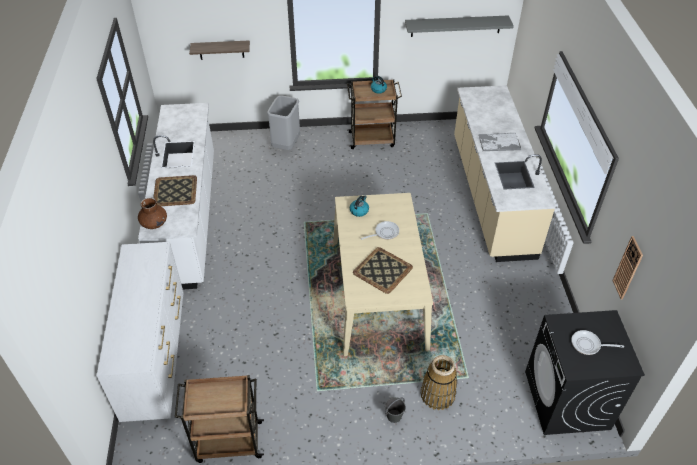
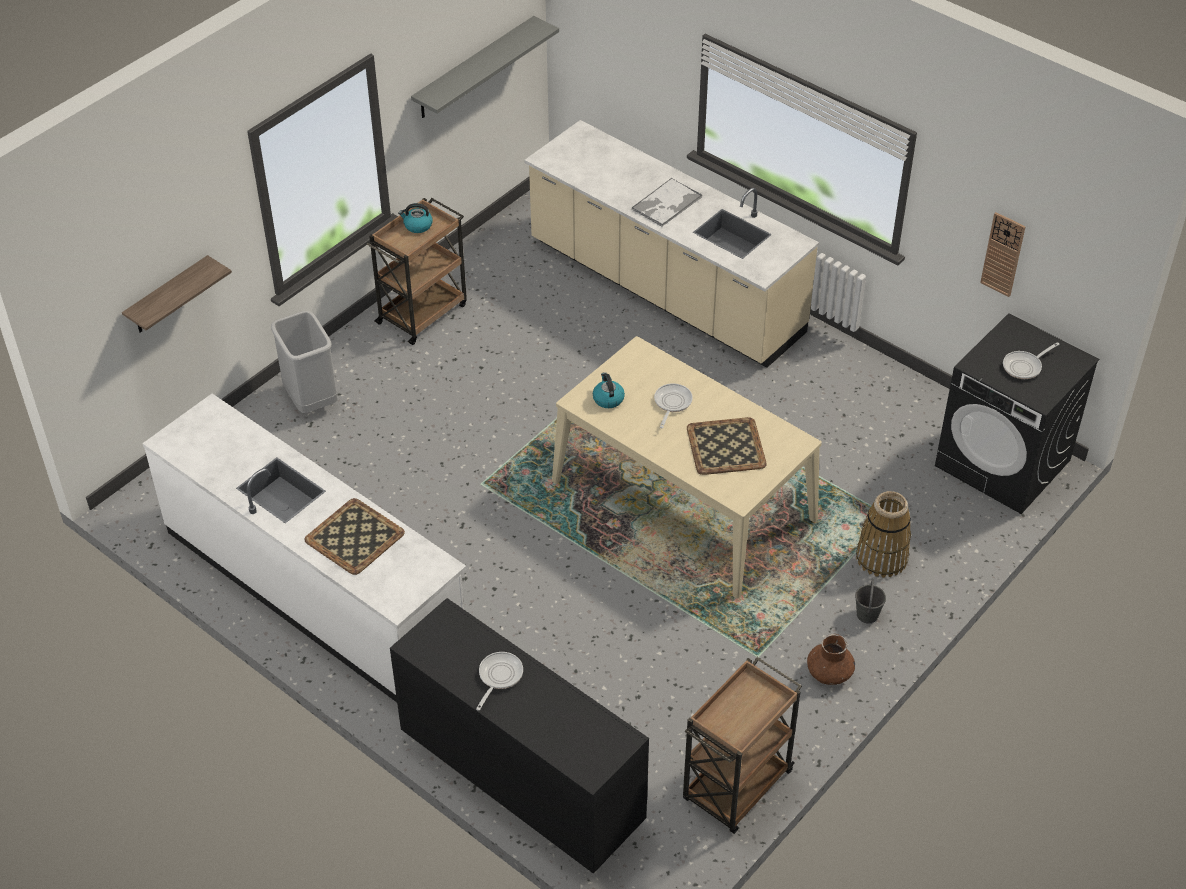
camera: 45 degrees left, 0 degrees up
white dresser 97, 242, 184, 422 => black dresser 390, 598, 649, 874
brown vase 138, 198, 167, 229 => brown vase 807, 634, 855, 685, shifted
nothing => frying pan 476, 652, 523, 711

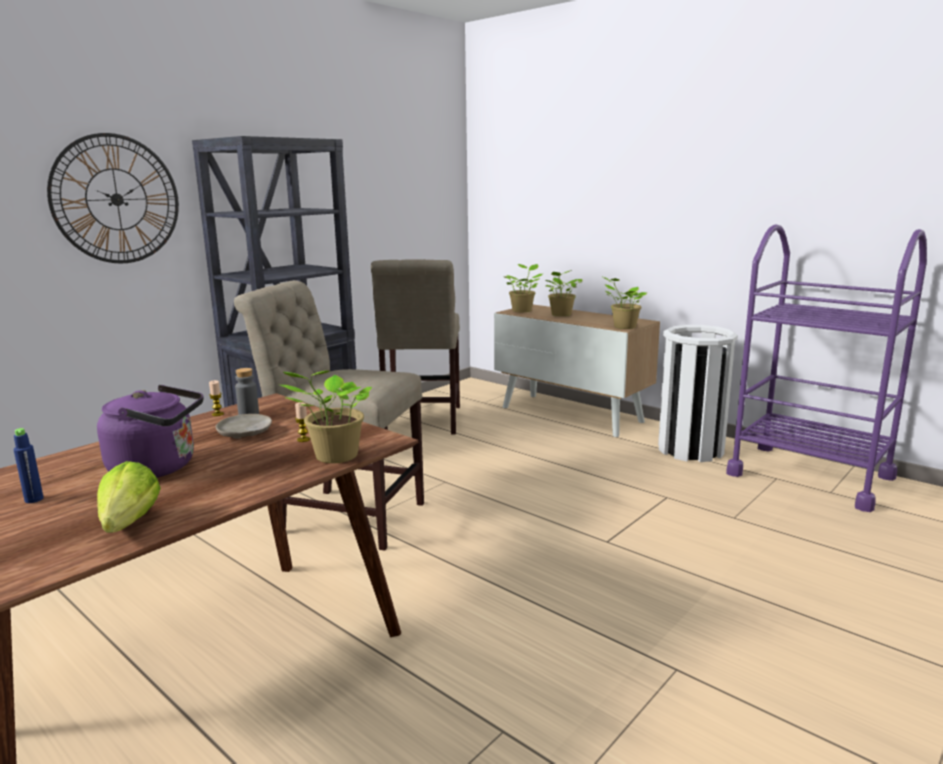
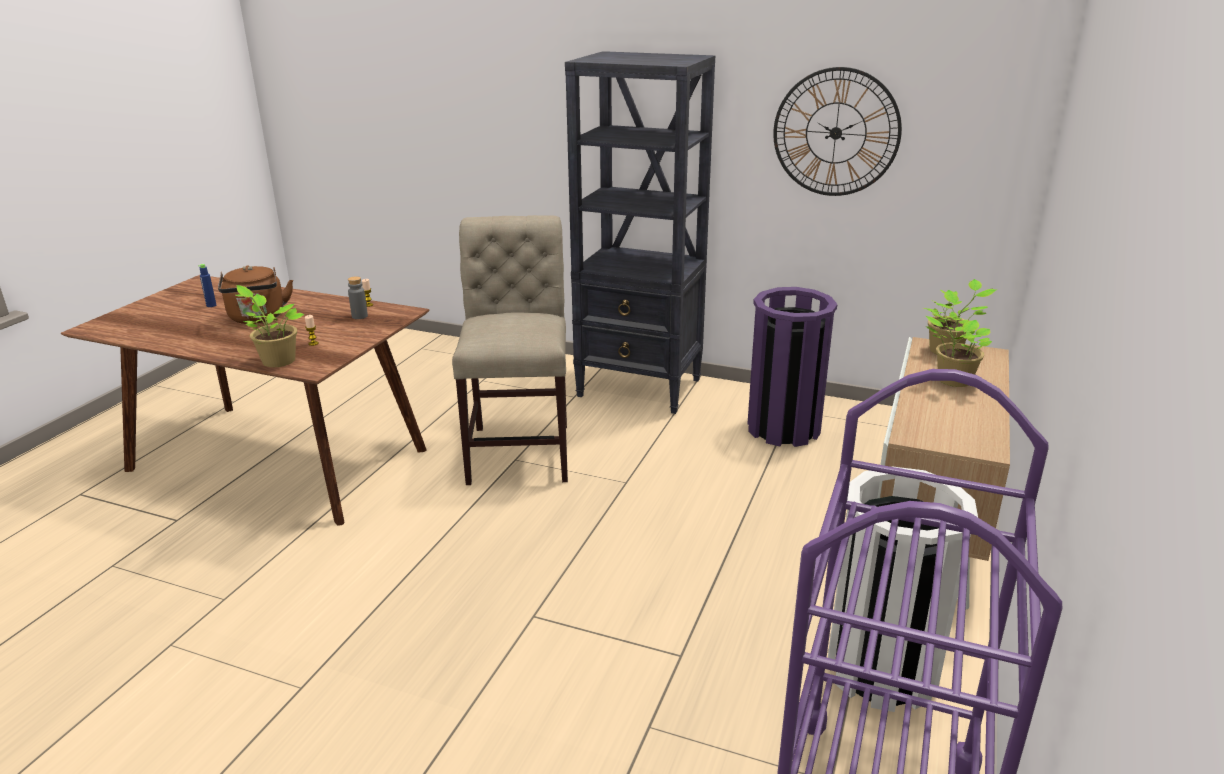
camera: 70 degrees right, 10 degrees up
wall clock 47, 133, 179, 263 => wall clock 773, 67, 902, 196, shifted
purple kettle 97, 385, 204, 478 => brown kettle 218, 265, 293, 324
lettuce 97, 461, 161, 533 => nothing
beige plate 216, 414, 272, 439 => nothing
beige chair 371, 259, 460, 434 => purple trash can 747, 287, 837, 447
potted plant 601, 276, 647, 329 => nothing

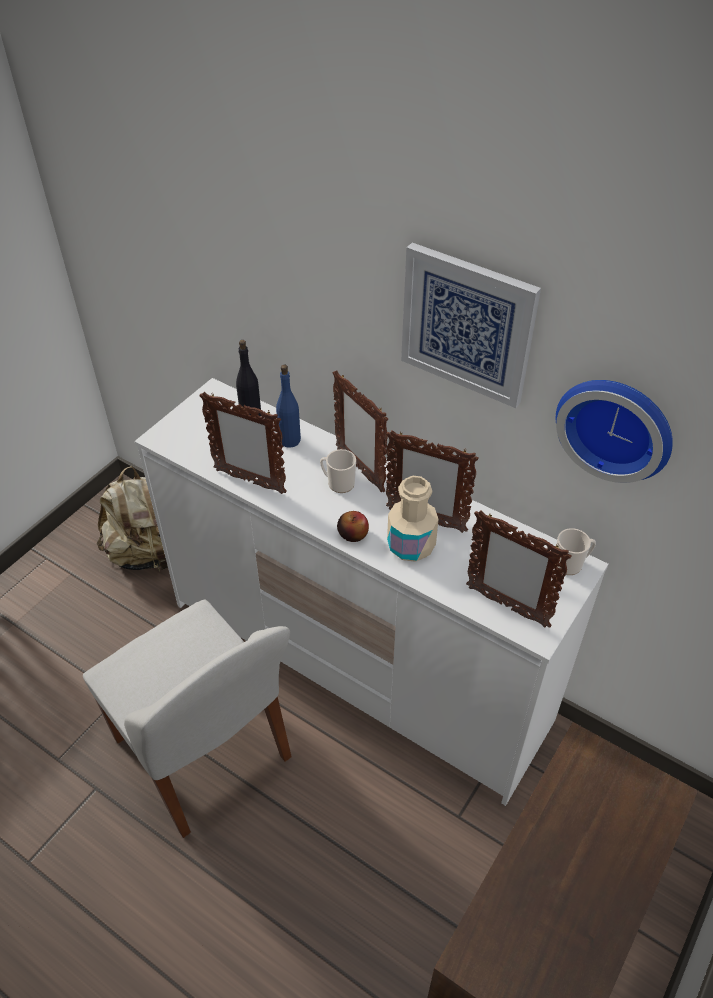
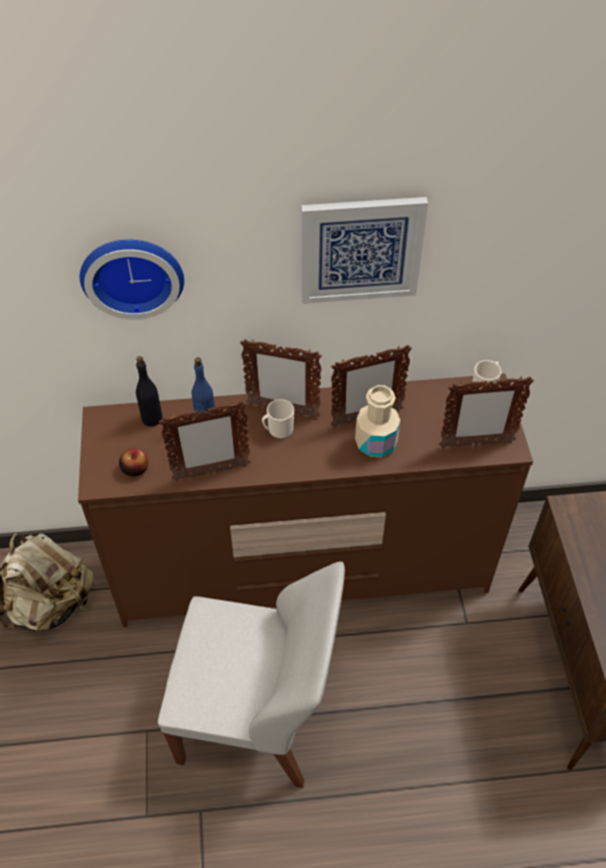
camera: 40 degrees left, 5 degrees up
white dresser 135, 378, 608, 806 => brown dresser 78, 373, 533, 627
apple 337, 511, 369, 542 => apple 119, 448, 148, 476, shifted
wall clock 556, 380, 673, 483 => wall clock 80, 240, 184, 320, shifted

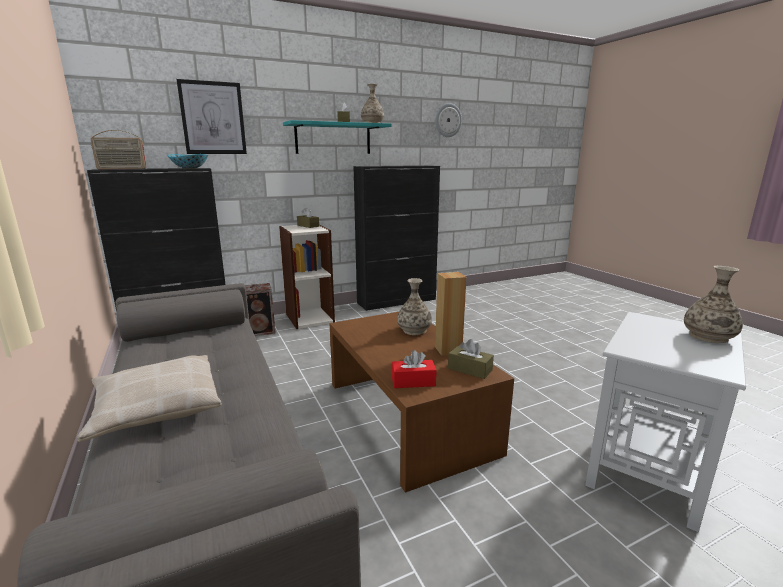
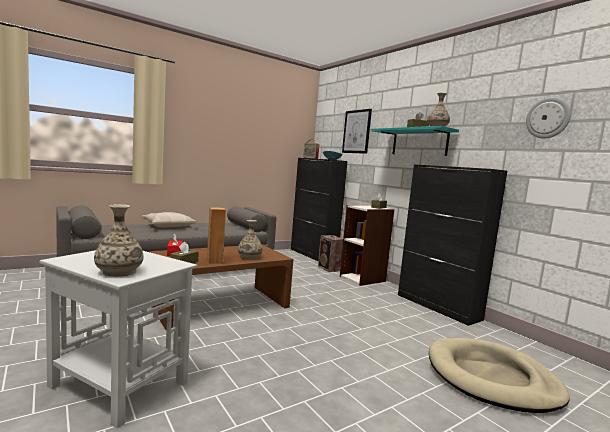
camera: 80 degrees right, 10 degrees down
nothing => beige dog bed 429, 338, 570, 413

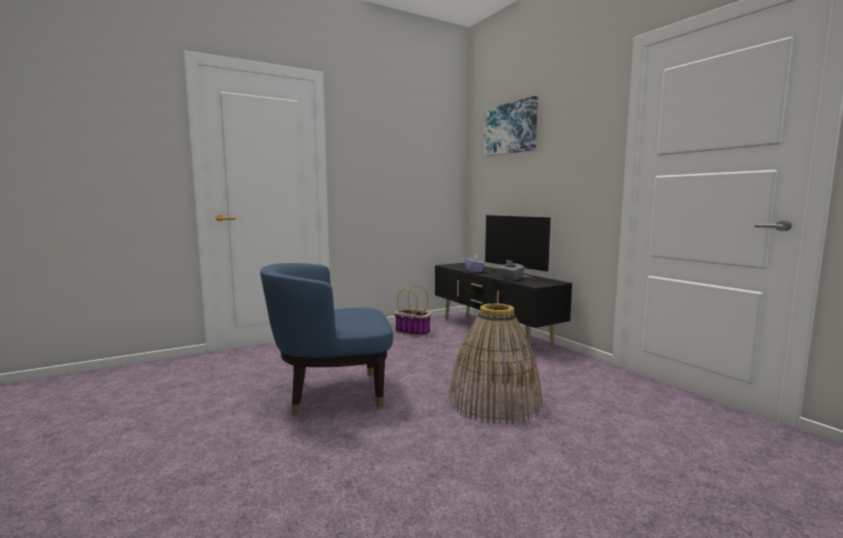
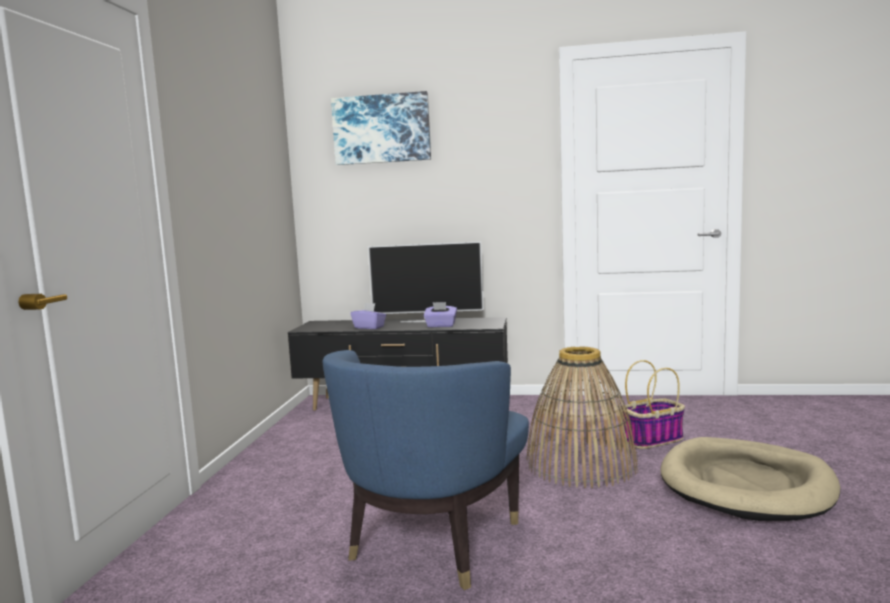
camera: 50 degrees left, 0 degrees up
basket 395, 285, 431, 337 => basket 622, 360, 685, 449, shifted
grey tissue box 497, 259, 525, 280 => purple tissue box 424, 302, 457, 327
nothing => beige dog bed 660, 437, 840, 521

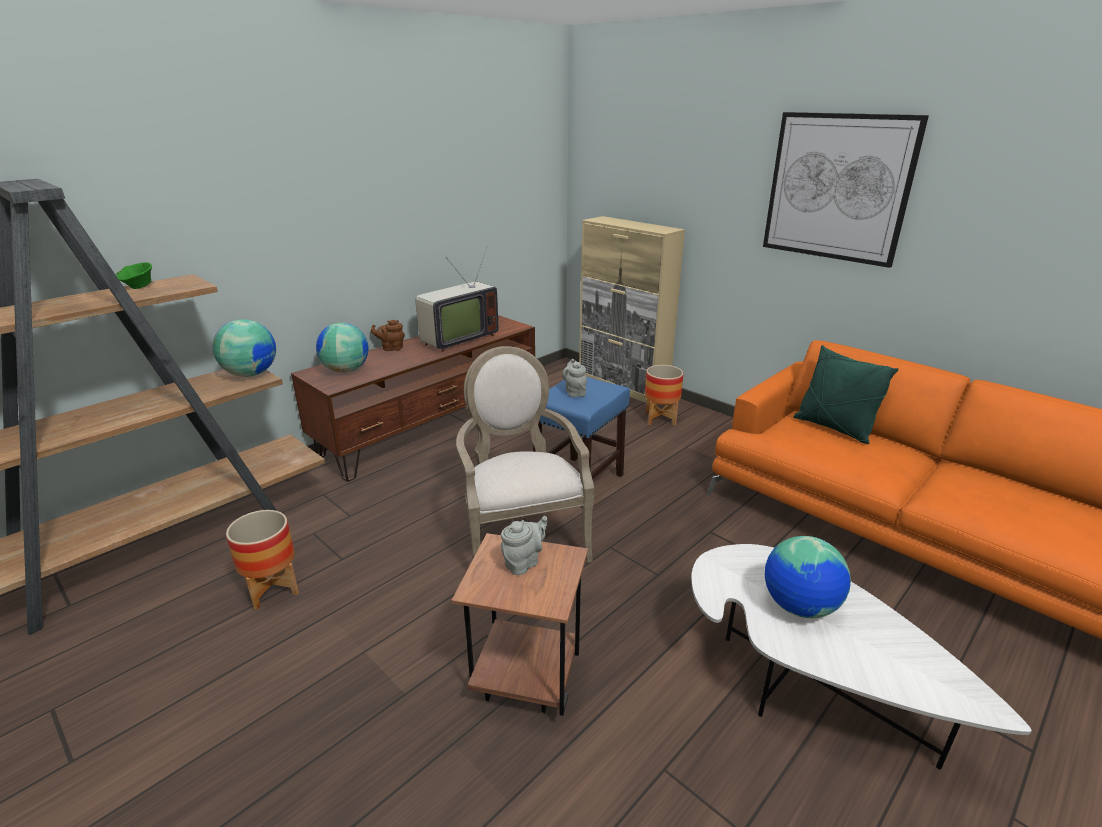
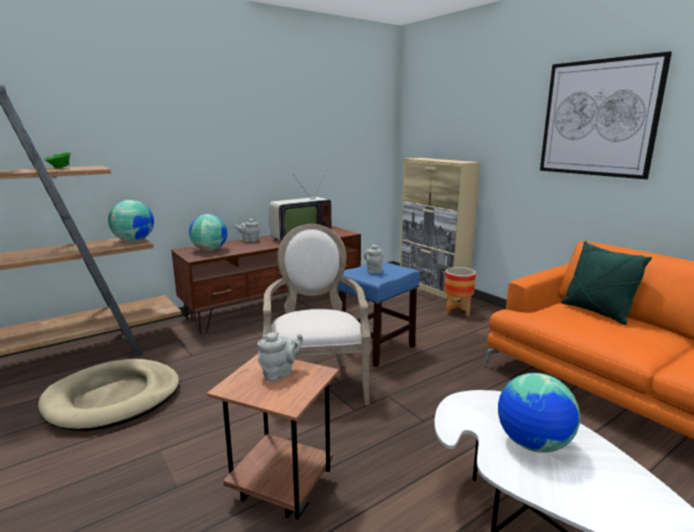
camera: 10 degrees right, 10 degrees down
planter 226, 510, 299, 610 => beige dog bed 38, 359, 180, 431
brown teapot 371, 320, 405, 351 => grey teapot 235, 219, 259, 242

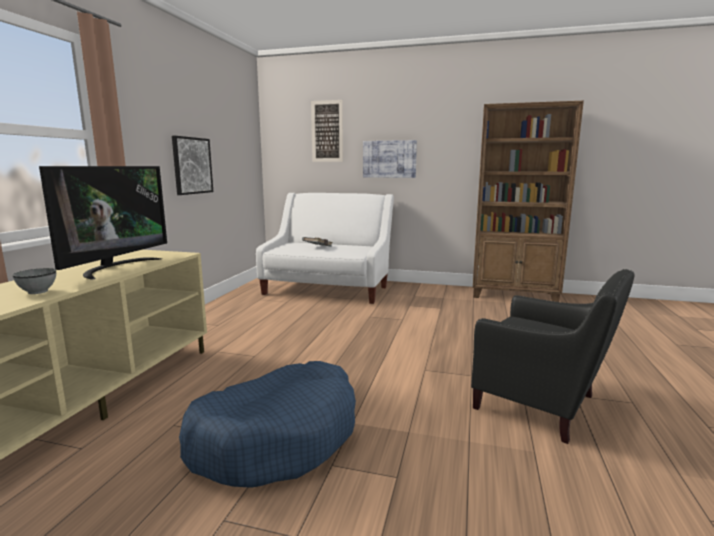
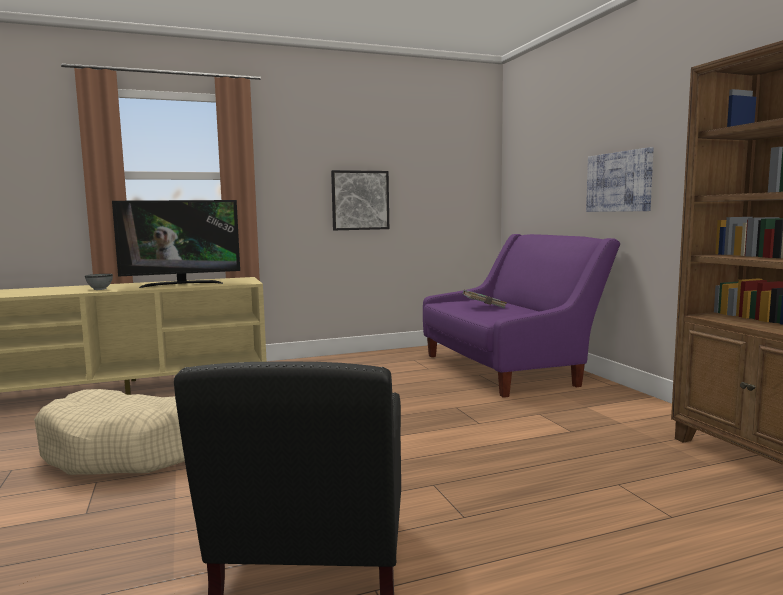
camera: 55 degrees right, 5 degrees down
blue dog bed 179, 361, 356, 488 => beige dog bed 34, 389, 185, 475
white sofa 256, 193, 394, 304 => purple sofa 423, 234, 620, 398
picture 311, 100, 343, 162 => nothing

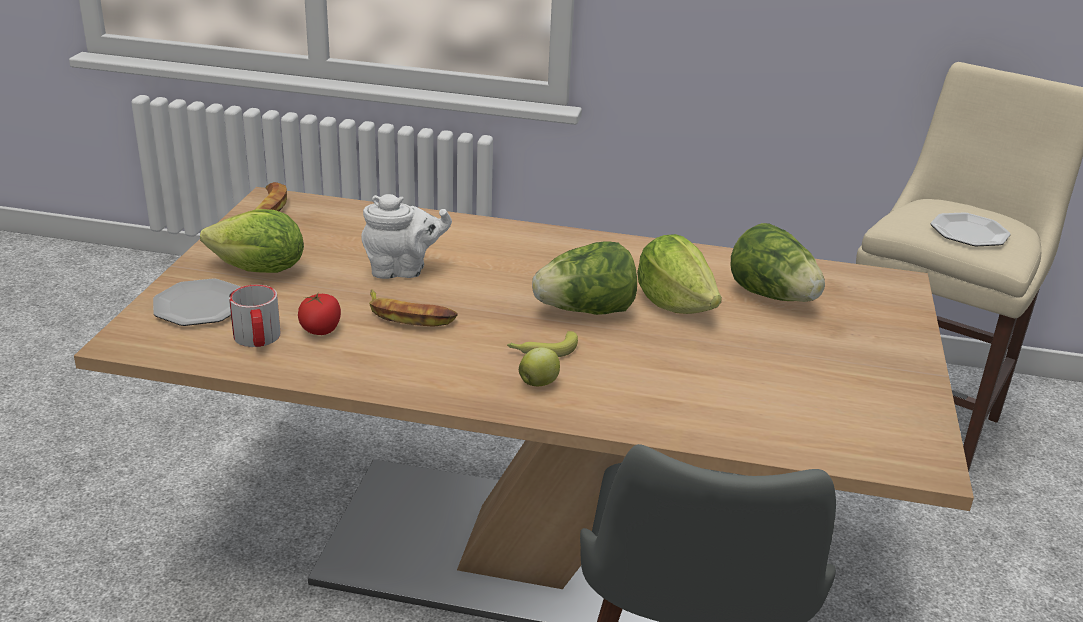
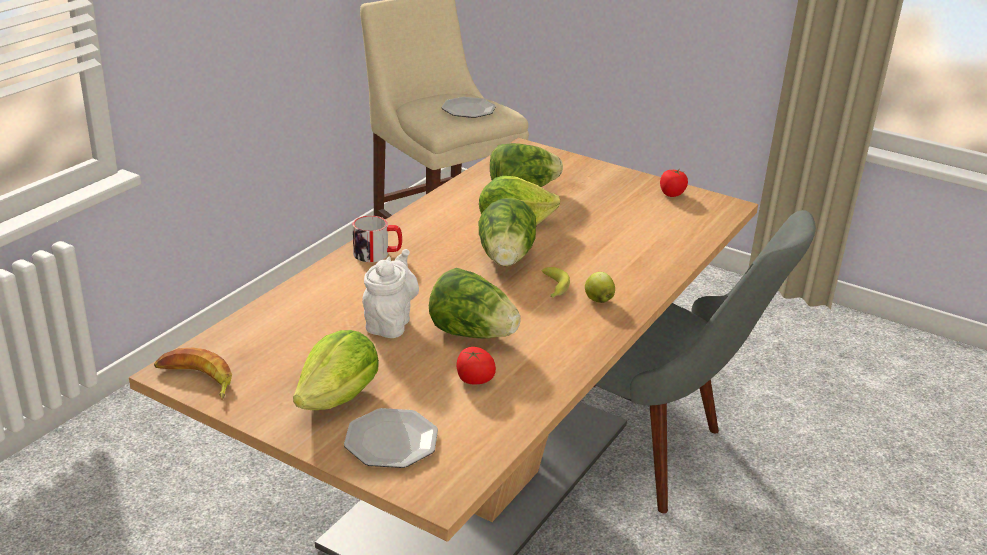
camera: 70 degrees left, 0 degrees up
mug 229, 284, 280, 347 => mug 353, 216, 402, 262, shifted
banana 369, 289, 458, 327 => lettuce 429, 268, 521, 338
nothing => tomato 660, 170, 688, 197

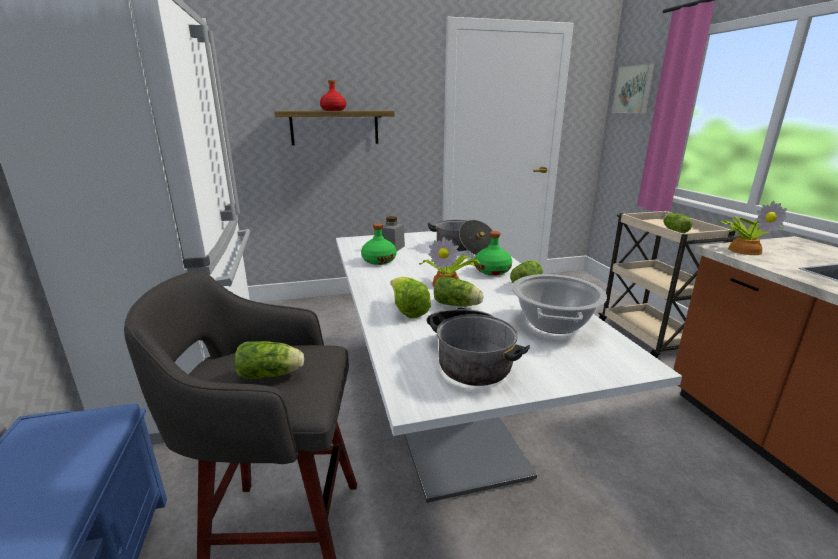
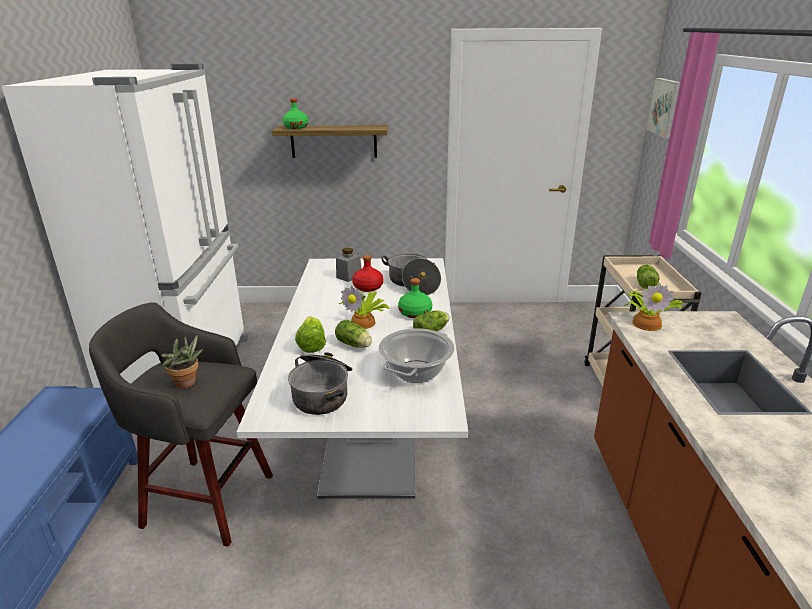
camera: 15 degrees right, 5 degrees up
lettuce 234, 341, 304, 379 => potted plant 161, 334, 203, 388
red bottle 320, 80, 346, 111 => red bottle 352, 255, 384, 292, shifted
green bottle 361, 223, 396, 265 => green bottle 282, 98, 308, 129, shifted

